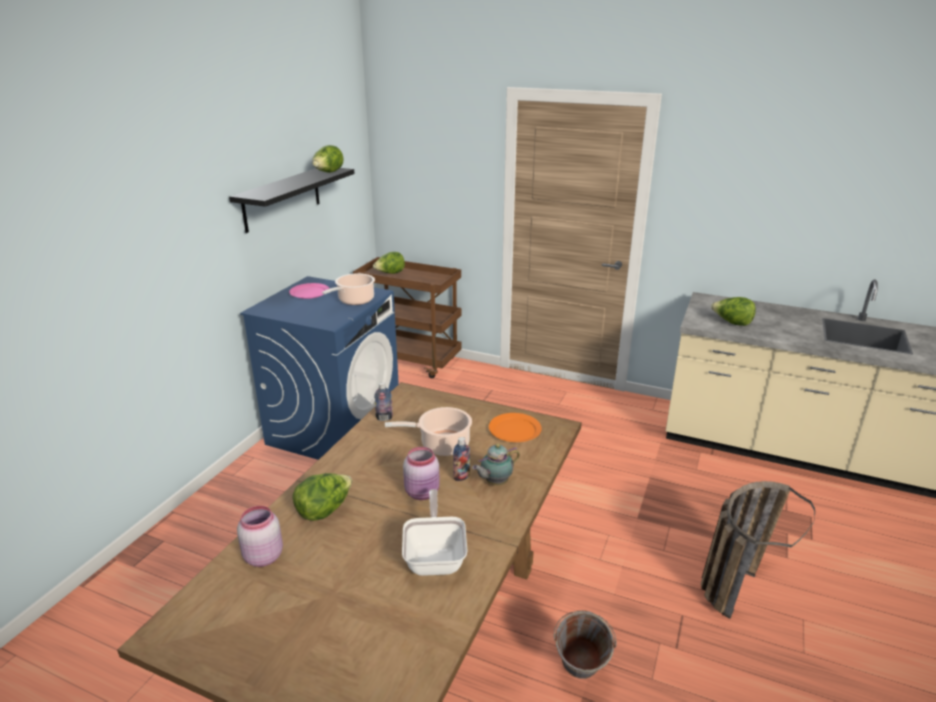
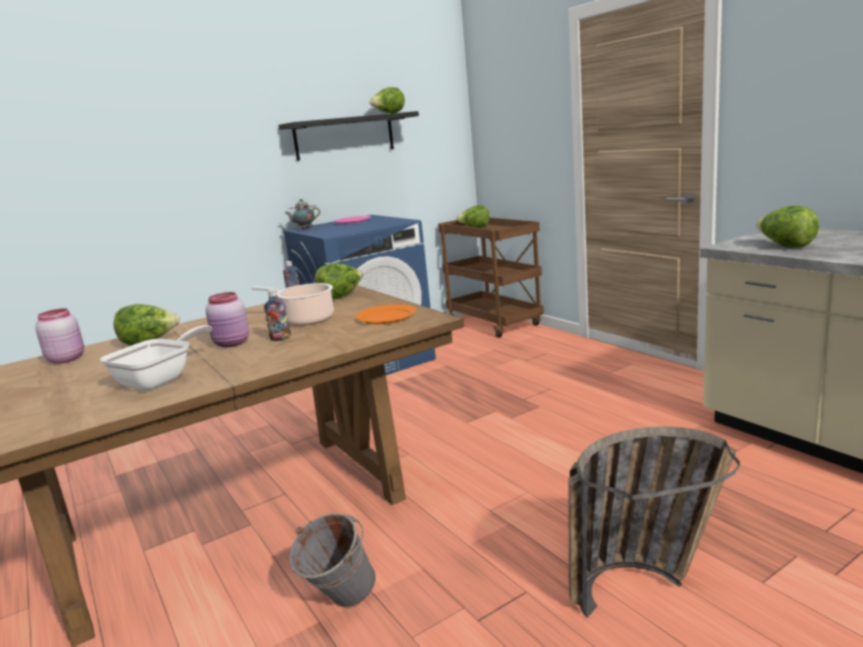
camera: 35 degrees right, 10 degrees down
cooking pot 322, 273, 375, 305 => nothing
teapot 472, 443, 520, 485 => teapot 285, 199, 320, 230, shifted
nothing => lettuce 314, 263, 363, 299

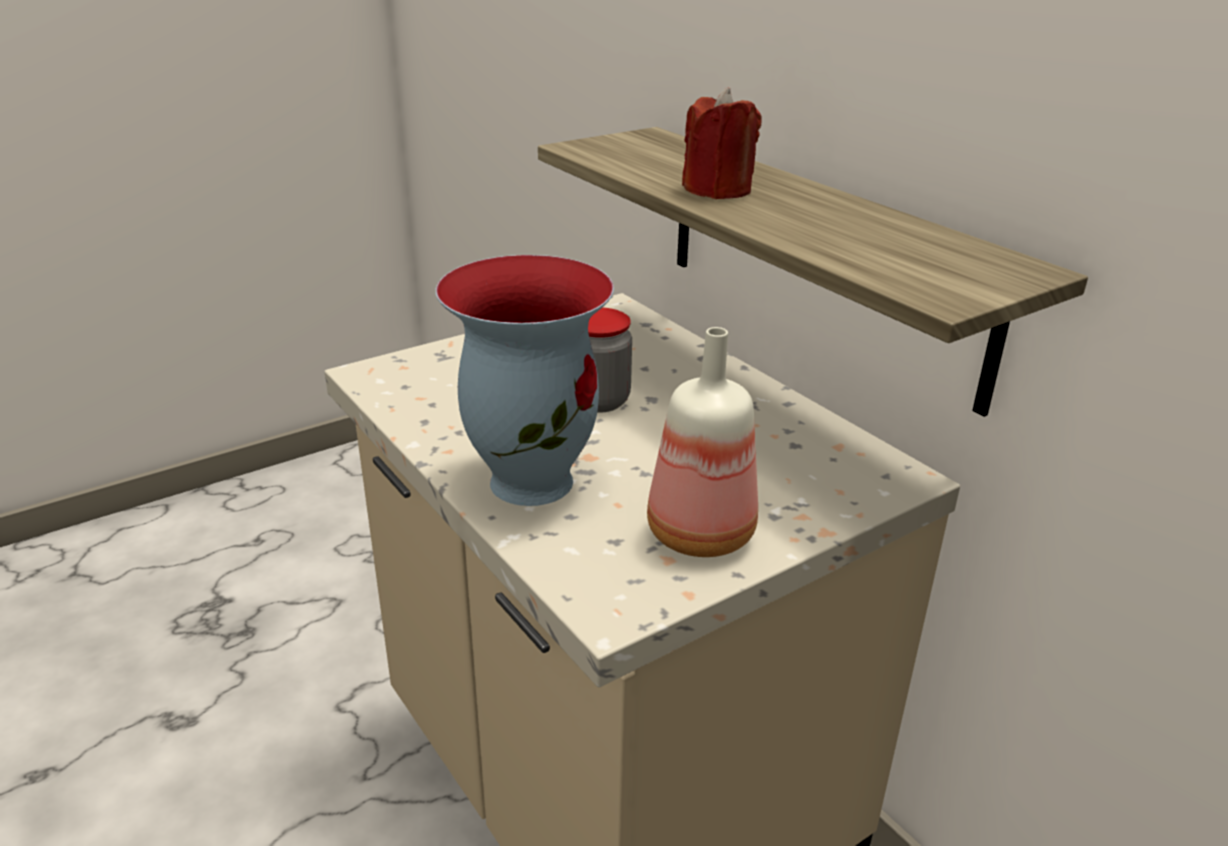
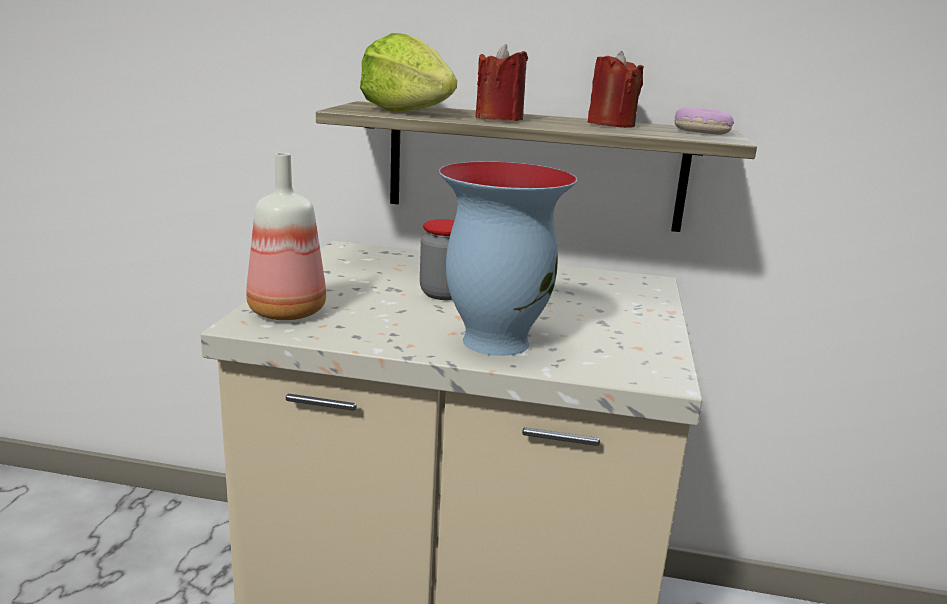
camera: 45 degrees left, 10 degrees down
bottle 647, 327, 758, 557 => bottle 246, 153, 326, 320, shifted
nothing => lettuce 360, 33, 457, 112
nothing => red candle 588, 51, 644, 128
nothing => donut 674, 107, 734, 135

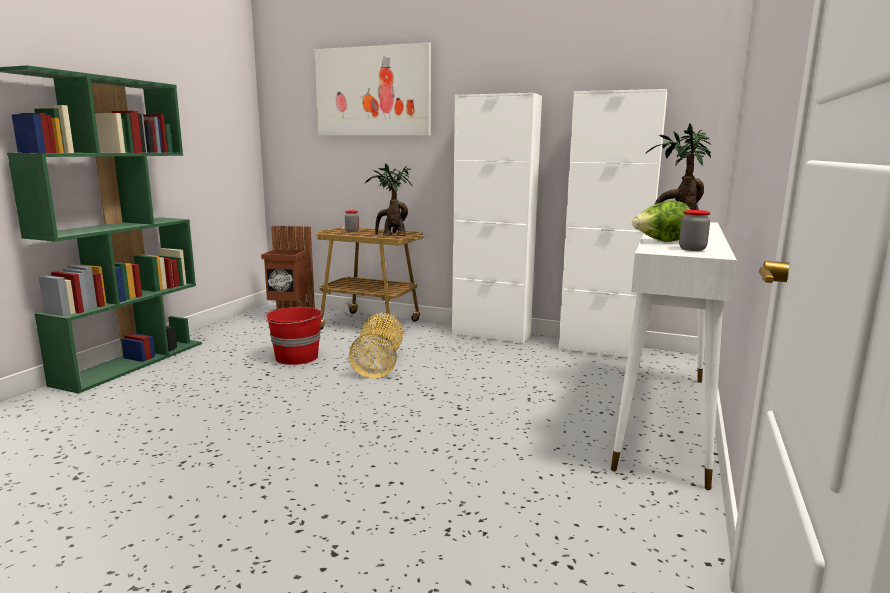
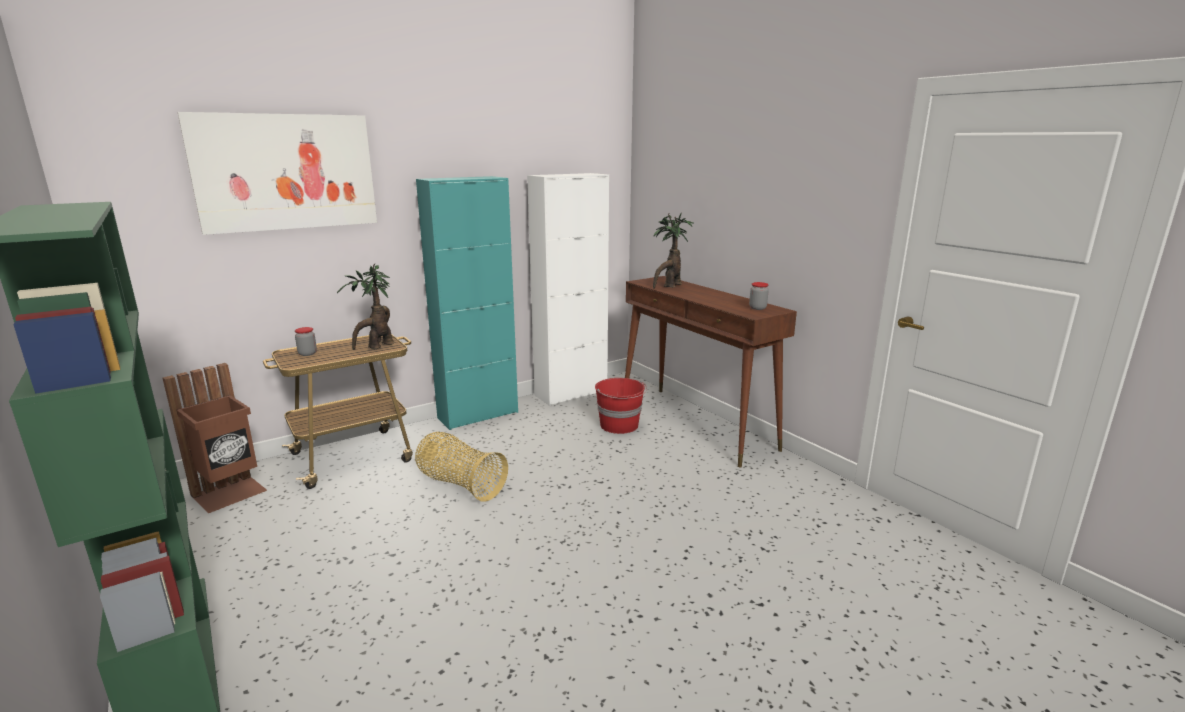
camera: 55 degrees left, 5 degrees up
red bucket 264, 307, 322, 365 => red bucket 595, 378, 647, 434, shifted
white cabinet 452, 93, 542, 344 => turquoise cabinet 416, 176, 518, 430
white console table 611, 222, 737, 490 => brown console table 625, 276, 797, 468
lettuce 632, 200, 690, 242 => nothing

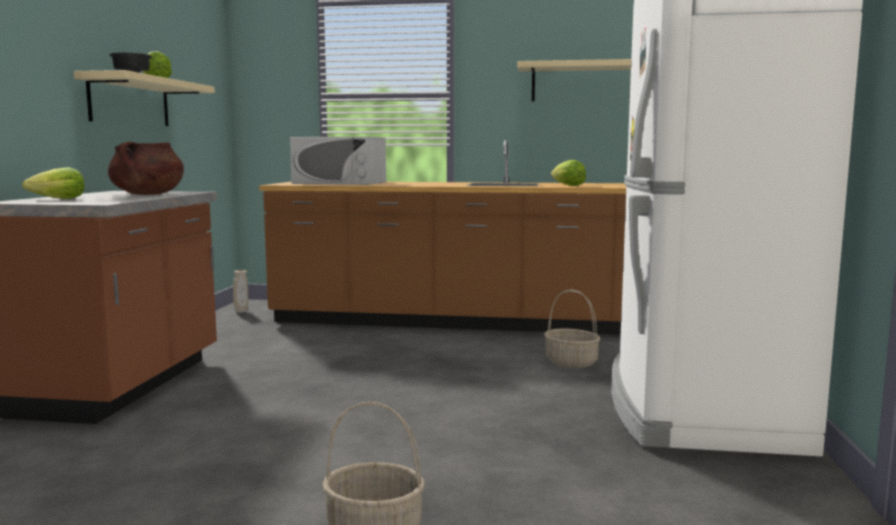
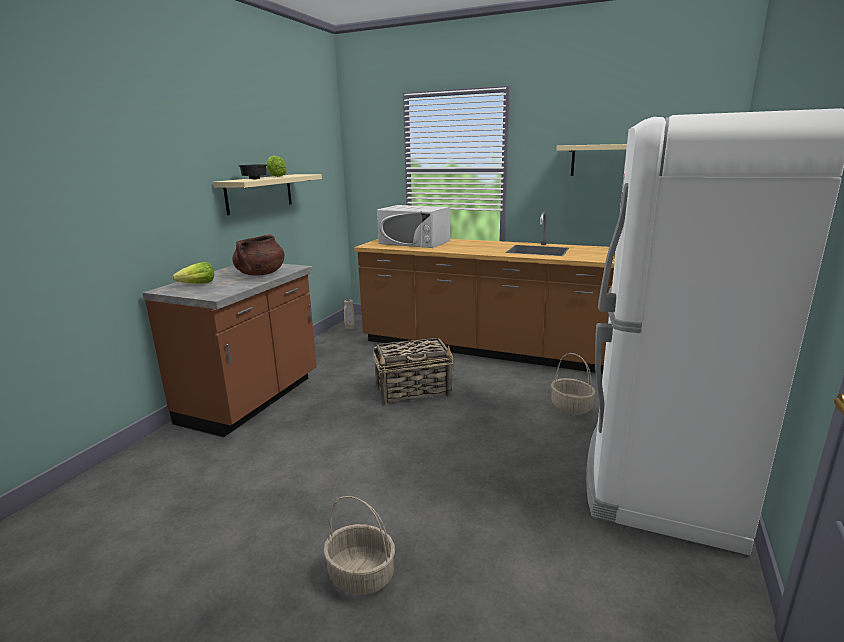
camera: 15 degrees right, 10 degrees up
lettuce 551, 160, 586, 186 => nothing
nothing => basket 373, 338, 454, 405

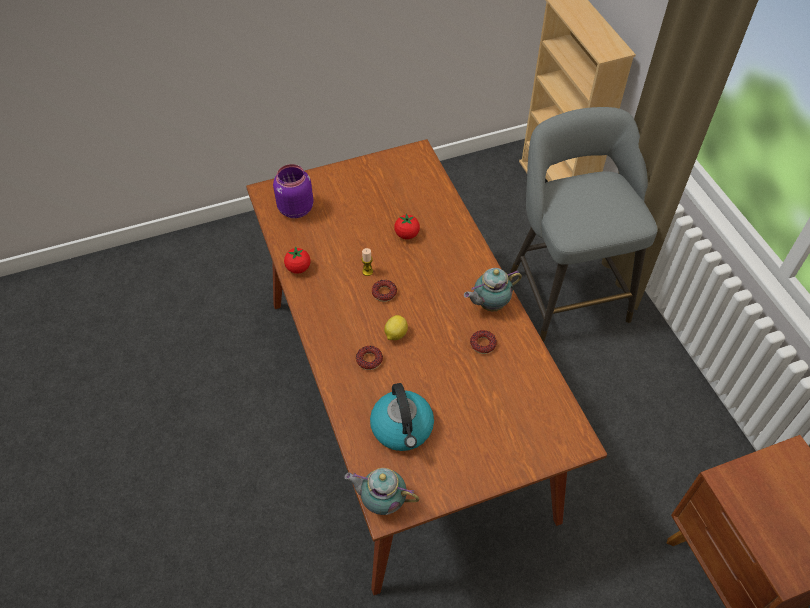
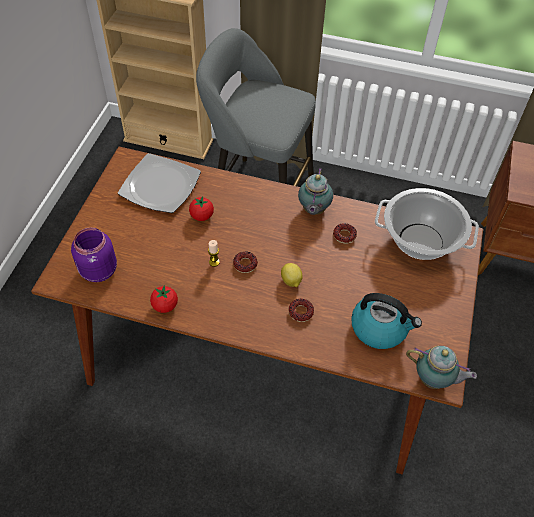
camera: 55 degrees left, 0 degrees up
teapot 344, 468, 419, 515 => teapot 406, 345, 477, 389, 120 degrees counterclockwise
nothing => plate 118, 153, 201, 213
nothing => cooking pot 375, 188, 479, 260

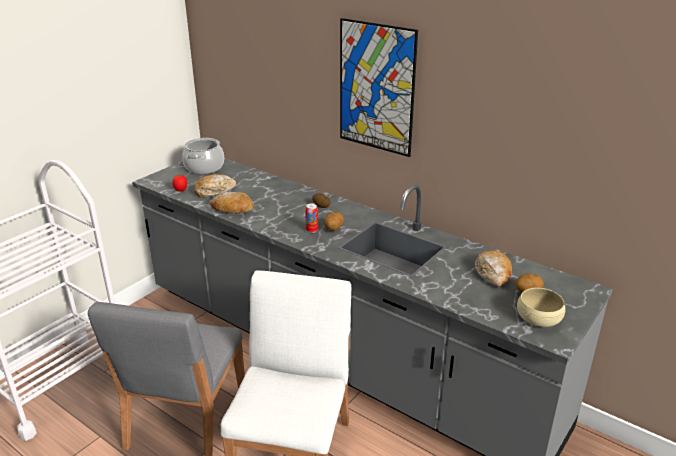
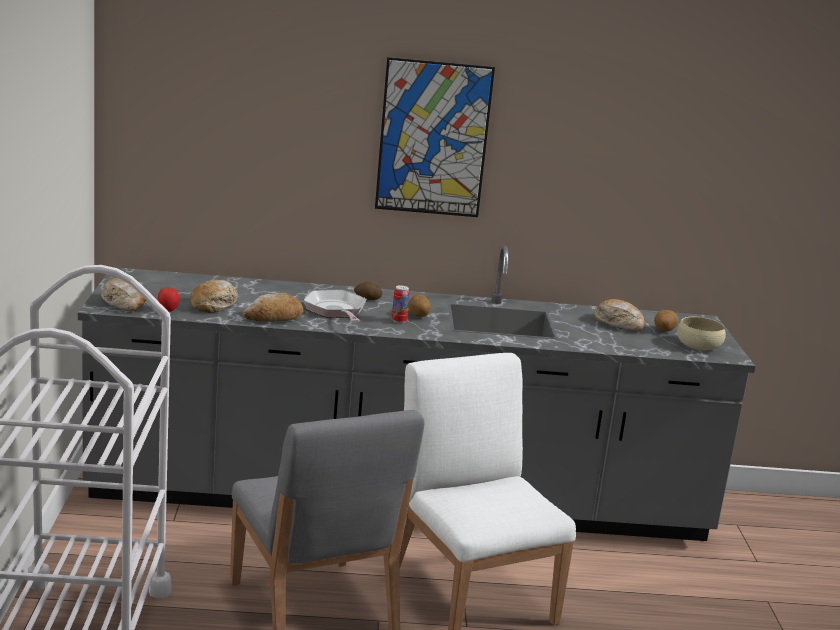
camera: 40 degrees left, 10 degrees down
cooking pot 182, 138, 224, 174 => nothing
nothing => bread 101, 277, 146, 311
nothing => frying pan 304, 290, 366, 322

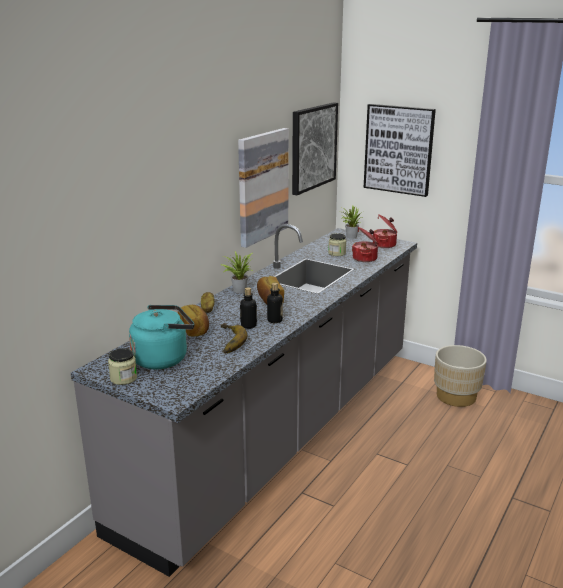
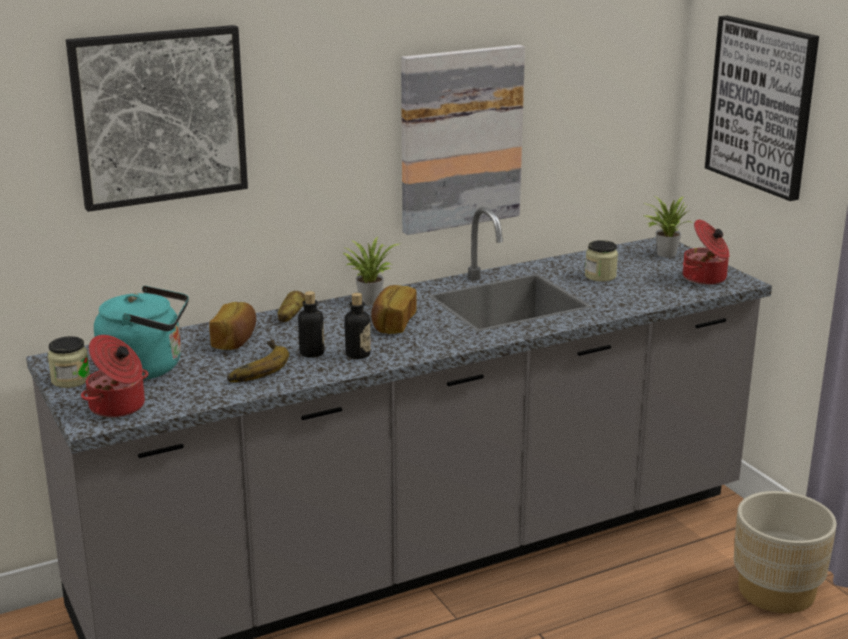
camera: 30 degrees right, 0 degrees up
picture 292, 102, 338, 195 => picture 66, 25, 248, 212, shifted
cooking pot 352, 227, 379, 262 => cooking pot 81, 335, 149, 418, shifted

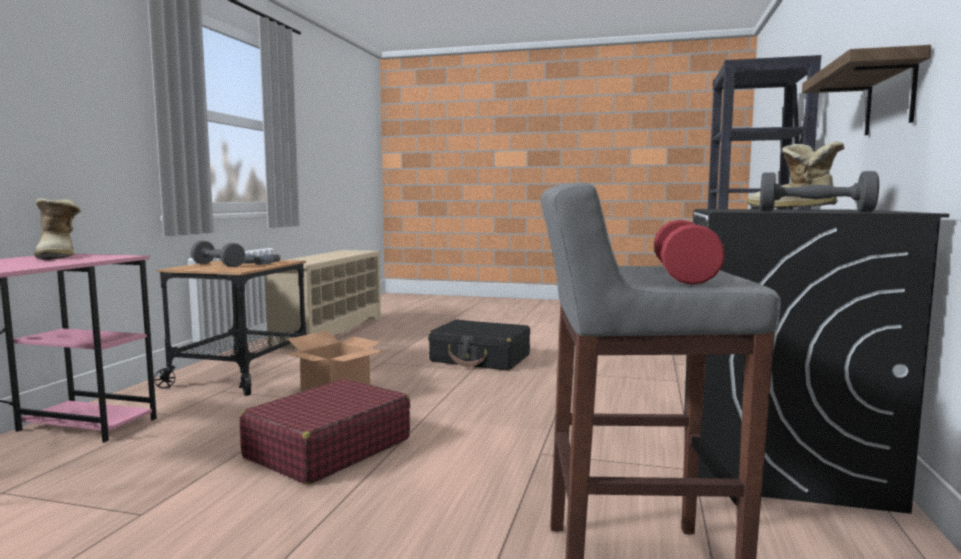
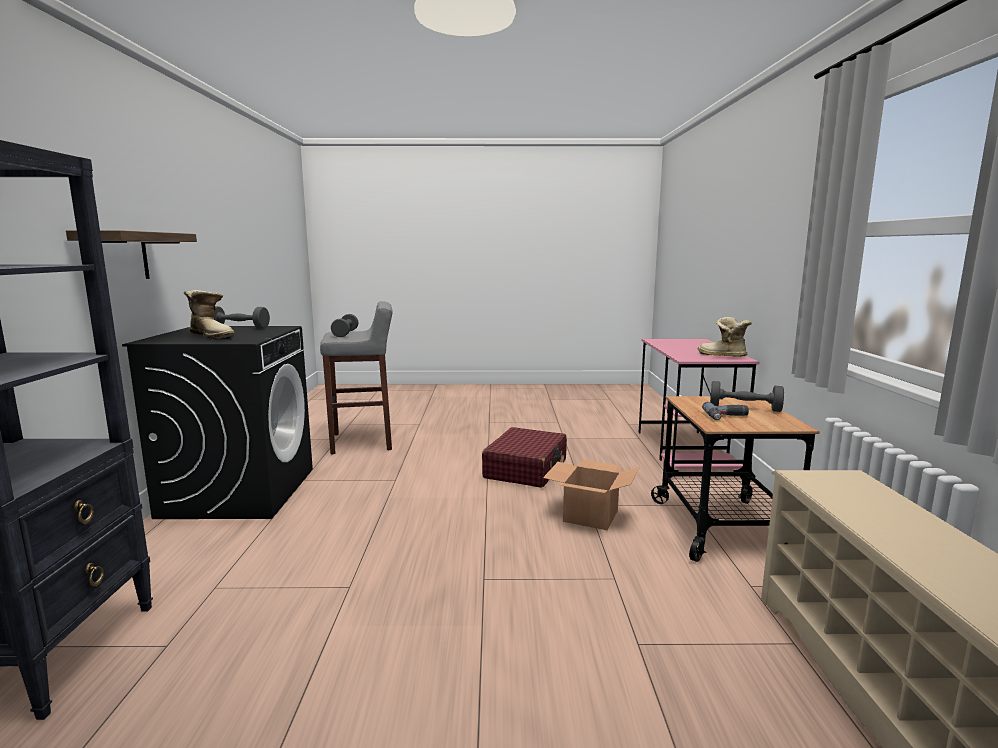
camera: 165 degrees right, 5 degrees up
black suitcase 428, 319, 530, 371 => nothing
red dumbbell 654, 220, 725, 285 => grey dumbbell 331, 314, 359, 337

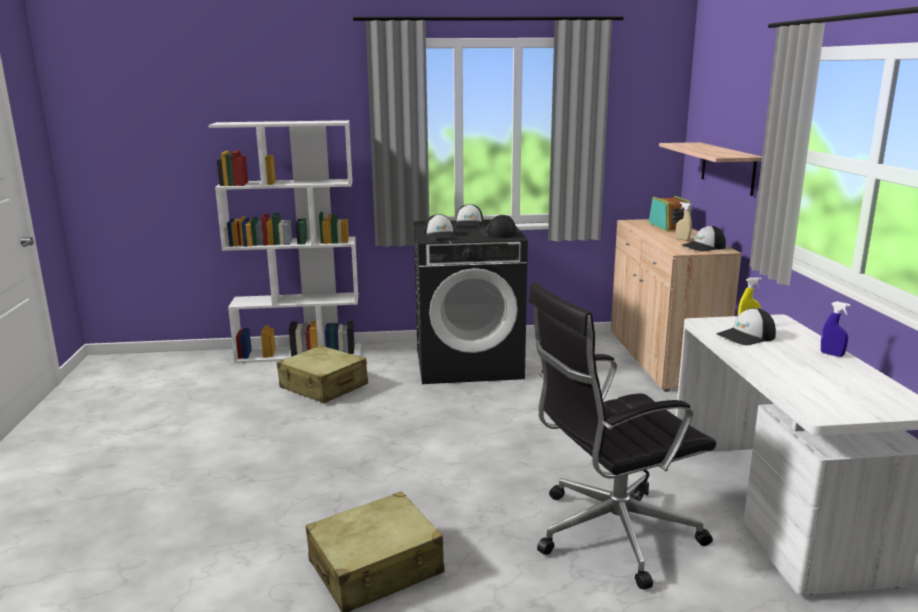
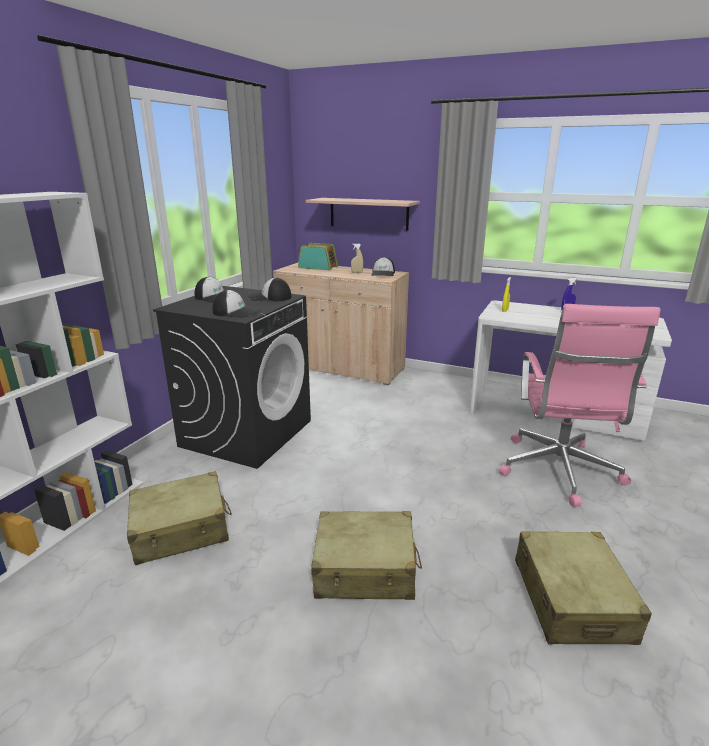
camera: 60 degrees left, 5 degrees up
black office chair 528, 282, 716, 590 => pink office chair 499, 304, 660, 507
cap 716, 308, 776, 345 => nothing
nothing => beige suitcase 311, 511, 422, 600

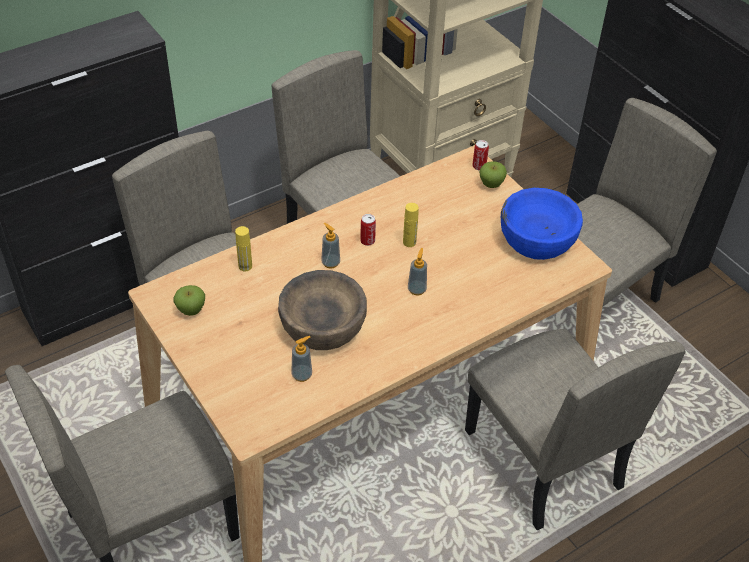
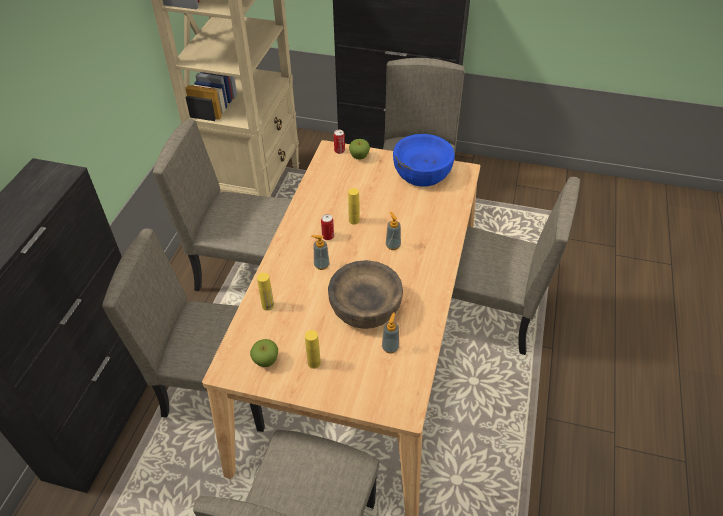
camera: 40 degrees left, 0 degrees up
nothing => yellow bottle 305, 330, 321, 369

